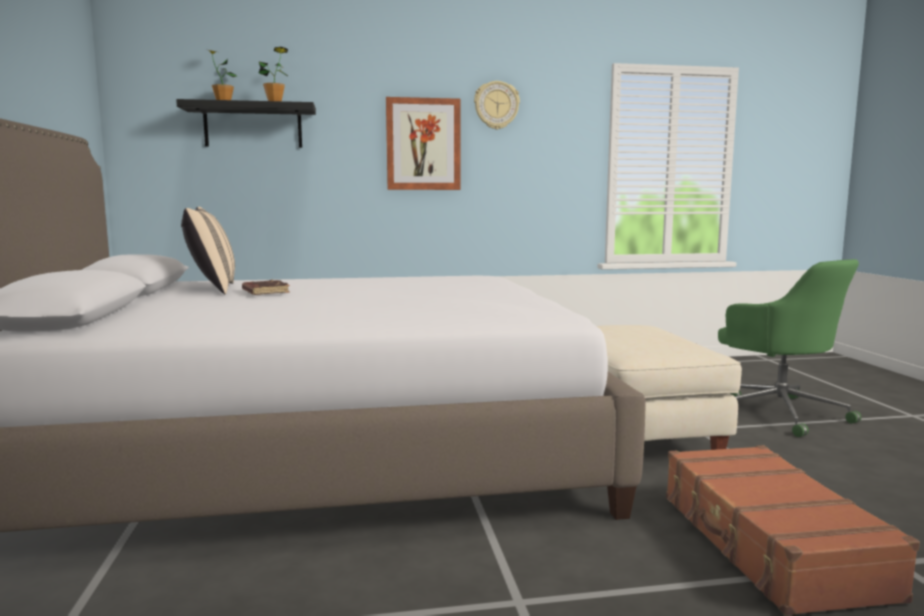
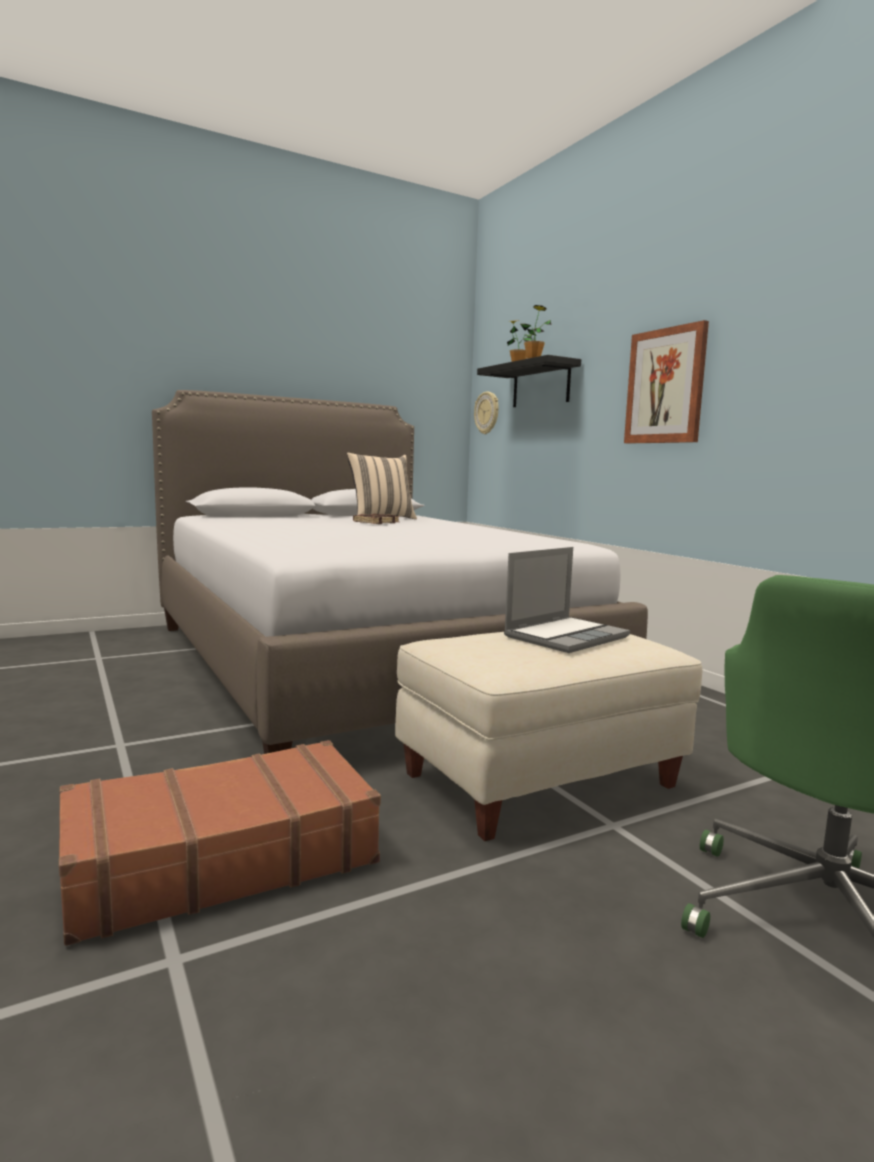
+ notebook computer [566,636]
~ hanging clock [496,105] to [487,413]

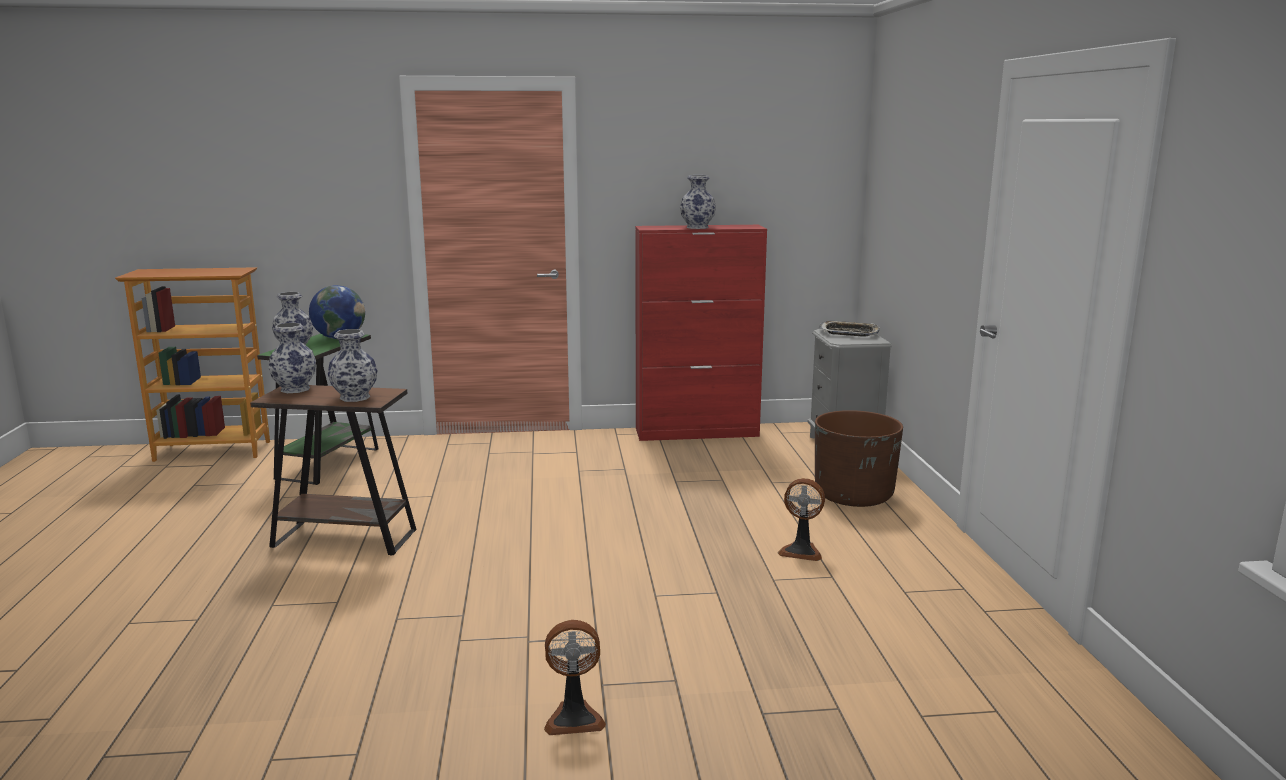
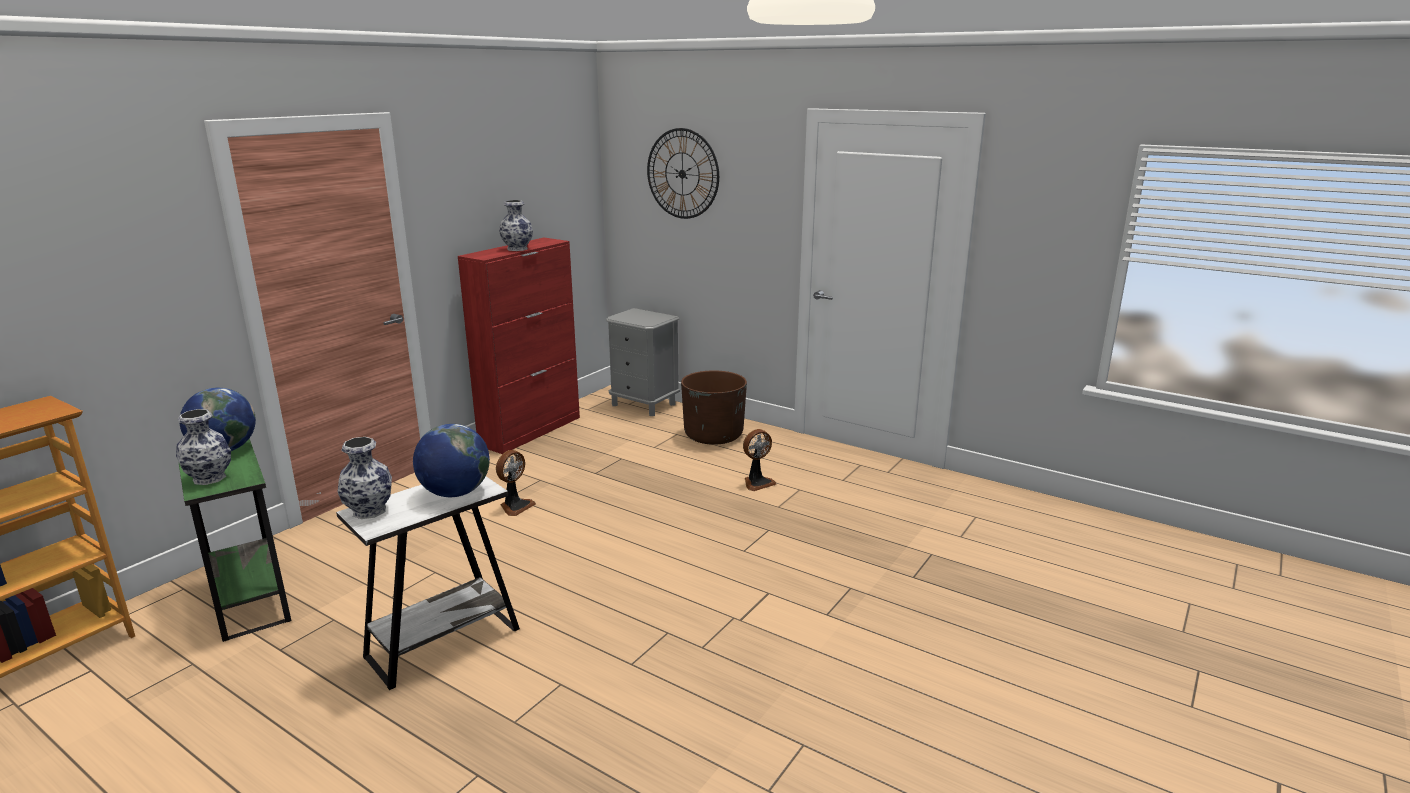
- tray [849,333]
+ hanging clock [682,174]
~ electric fan [574,718] to [515,506]
~ vase [354,397] to globe [455,493]
~ accent table (brown-coloured) [344,538] to accent table (white-coloured) [443,643]

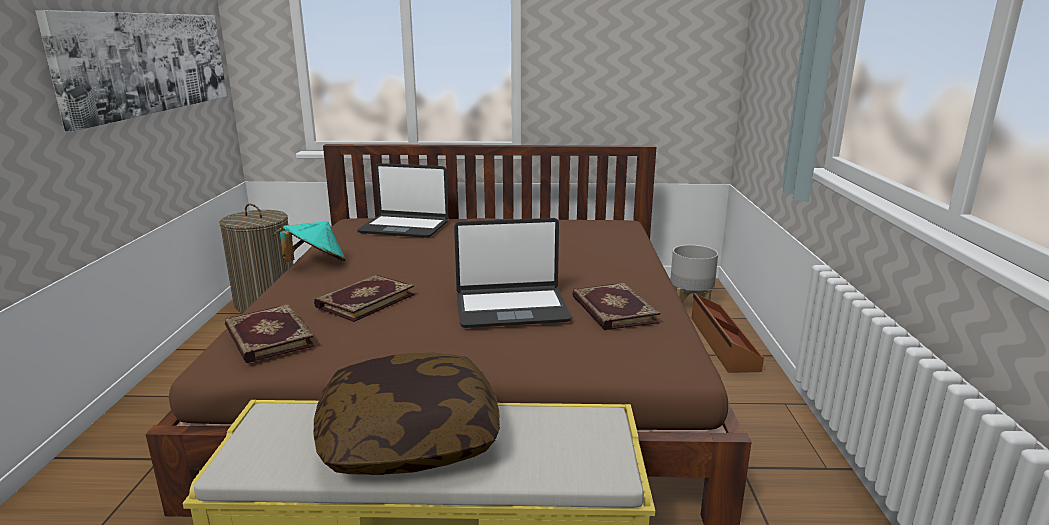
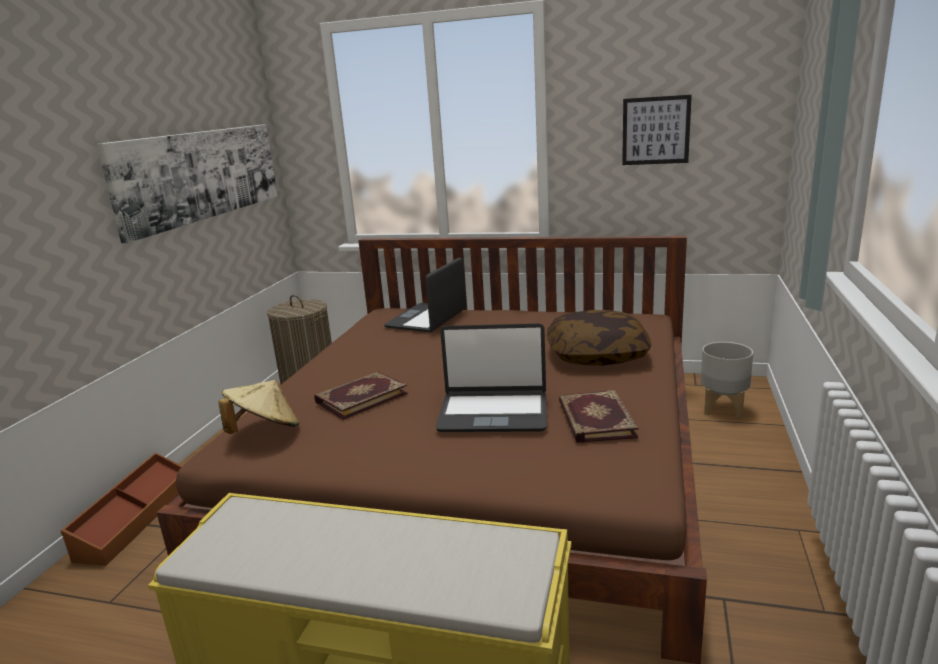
- hat (turquoise) [316,264]
+ wall art [655,130]
~ pillow [410,438] to [597,355]
~ storage box (brown-coloured) [722,343] to [135,518]
~ book [267,337] to hat (beige) [264,431]
~ notebook computer [404,227] = [427,319] 90 degrees clockwise

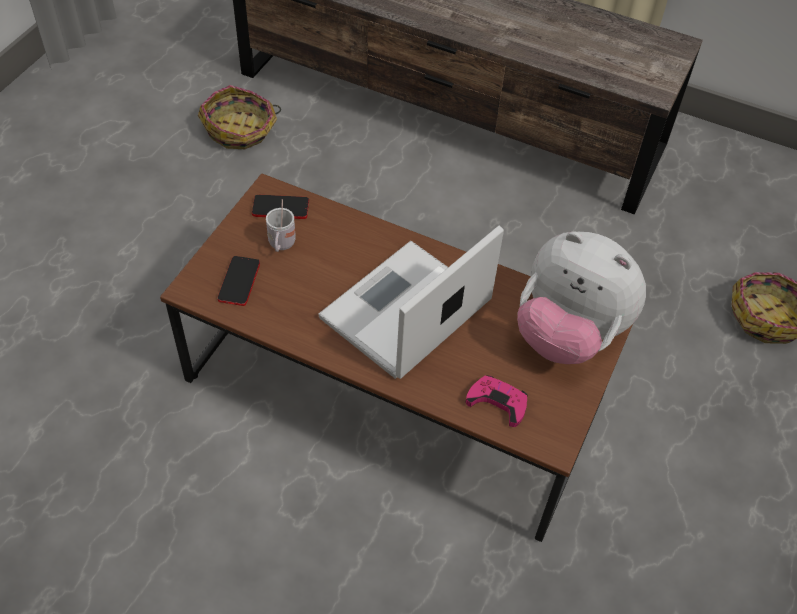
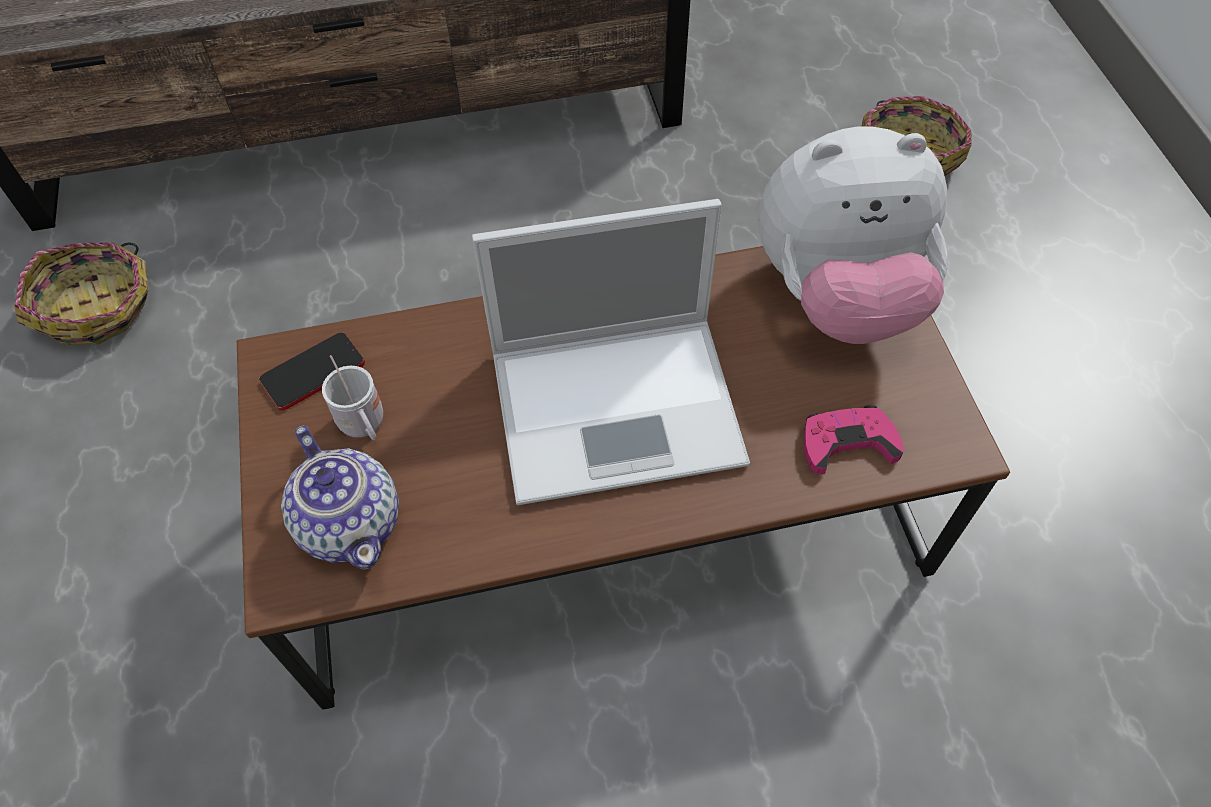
~ telephone [239,281] to pot for tea [351,522]
~ notebook computer [404,312] = [621,405] 105 degrees counterclockwise

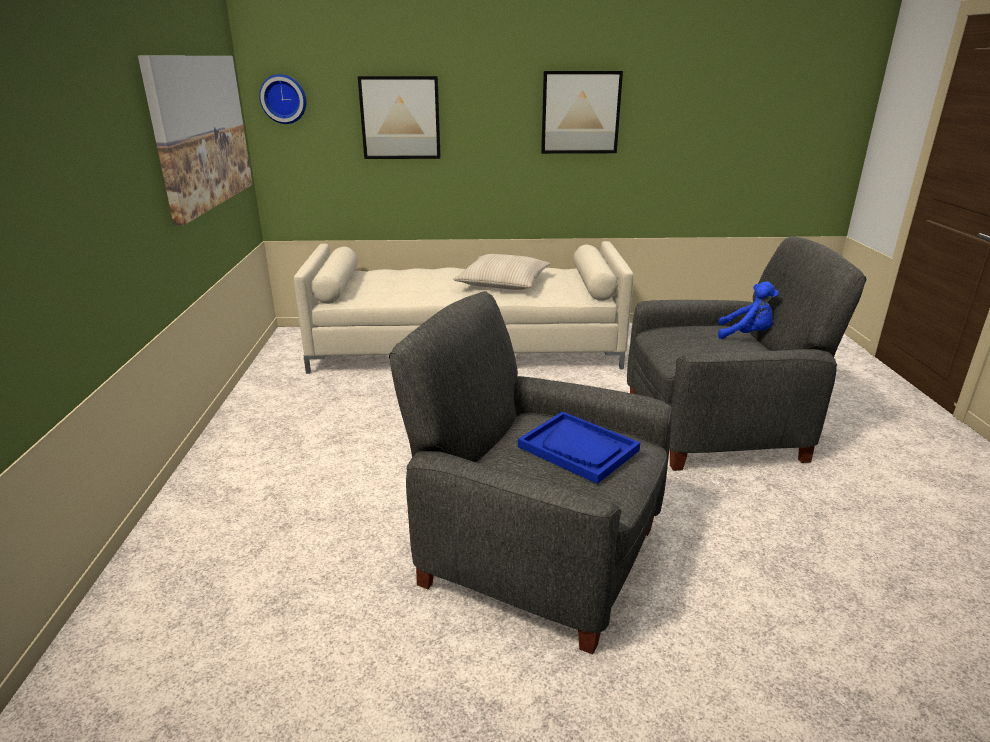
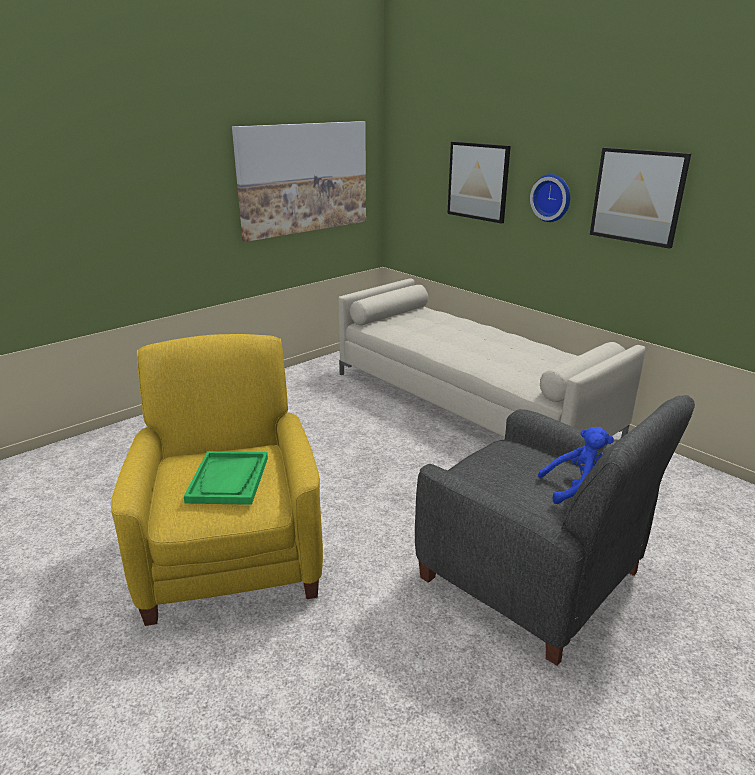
- pillow (beige) [503,283]
~ hanging clock [284,99] to [552,197]
~ armchair (greyish) [536,554] to armchair (yellow) [232,555]
~ tray (blue-coloured) [578,448] to tray (green) [228,480]
~ plush toy (blue-coloured) [746,335] = [576,488] 75 degrees counterclockwise

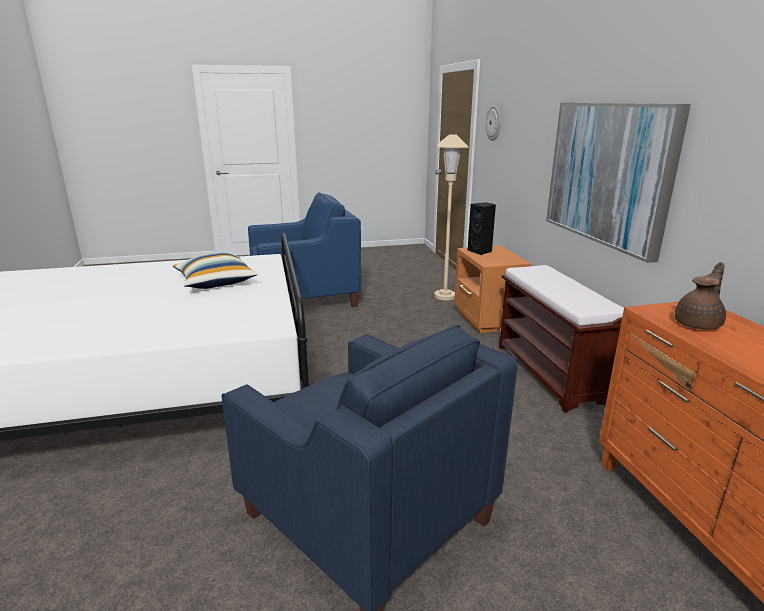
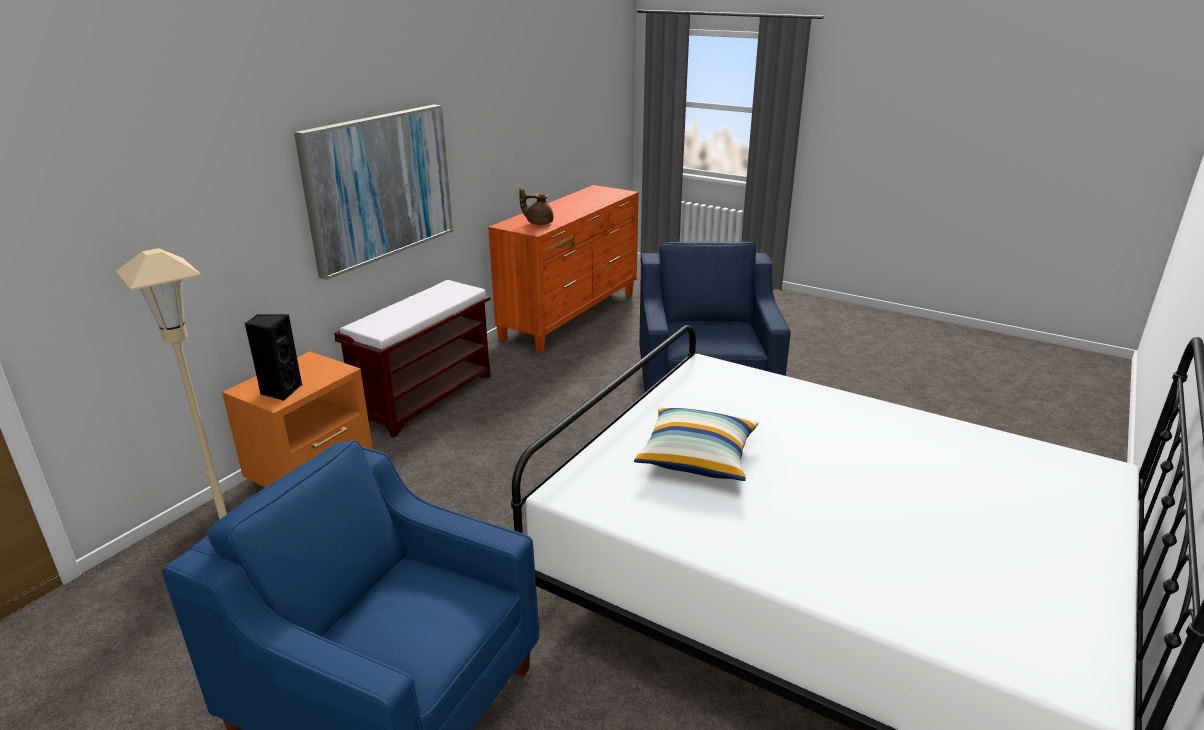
- hanging clock [494,122]

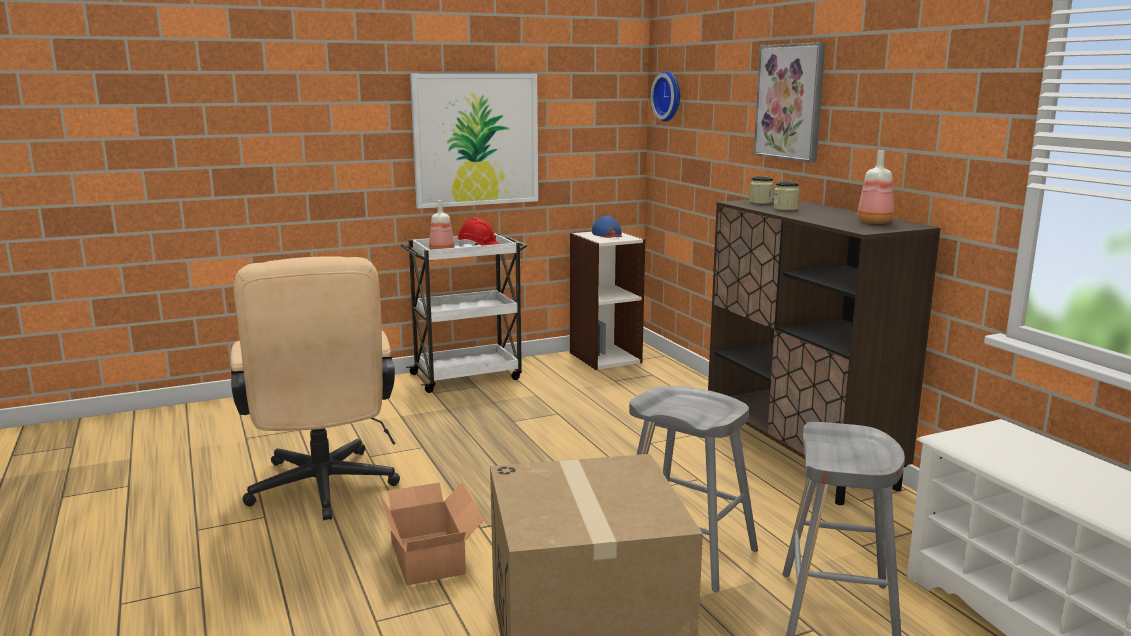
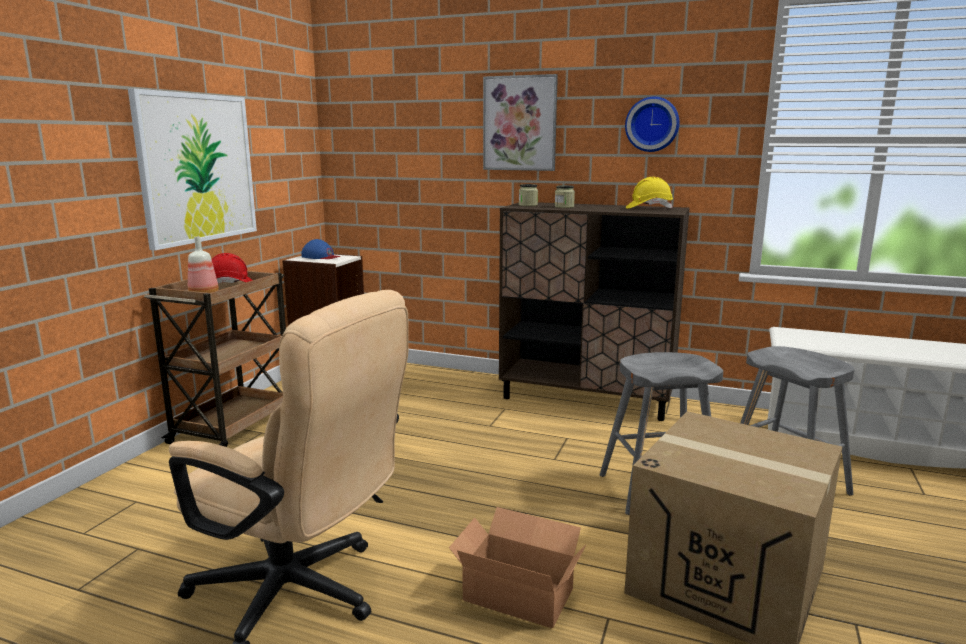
~ hanging clock [669,96] to [652,124]
~ beverage bottle [874,222] to hard hat (yellow) [648,208]
~ wheeled cart (white-coloured) [468,376] to wheeled cart (brown-coloured) [234,426]

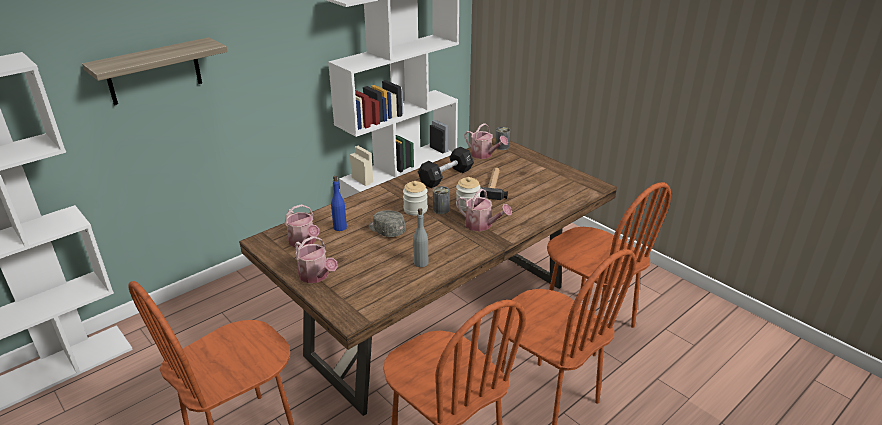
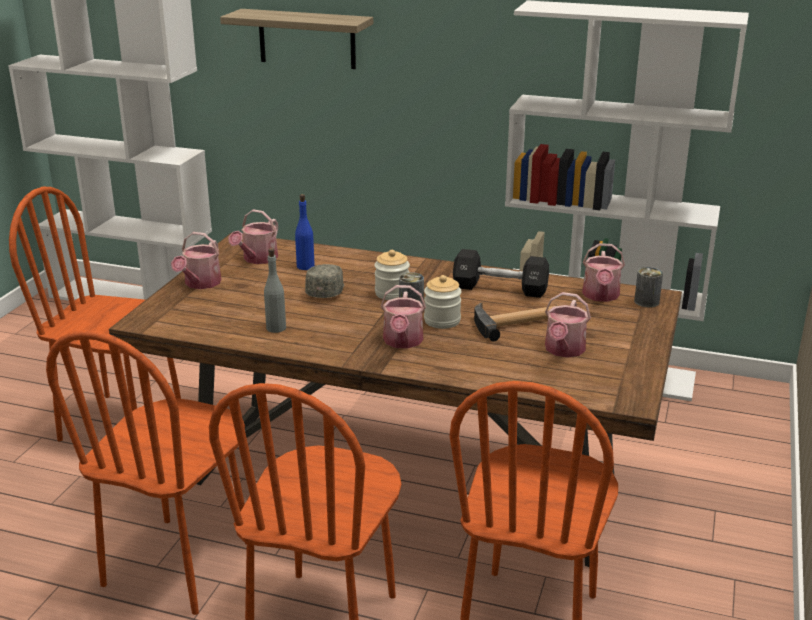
+ sprinkling can [563,350]

